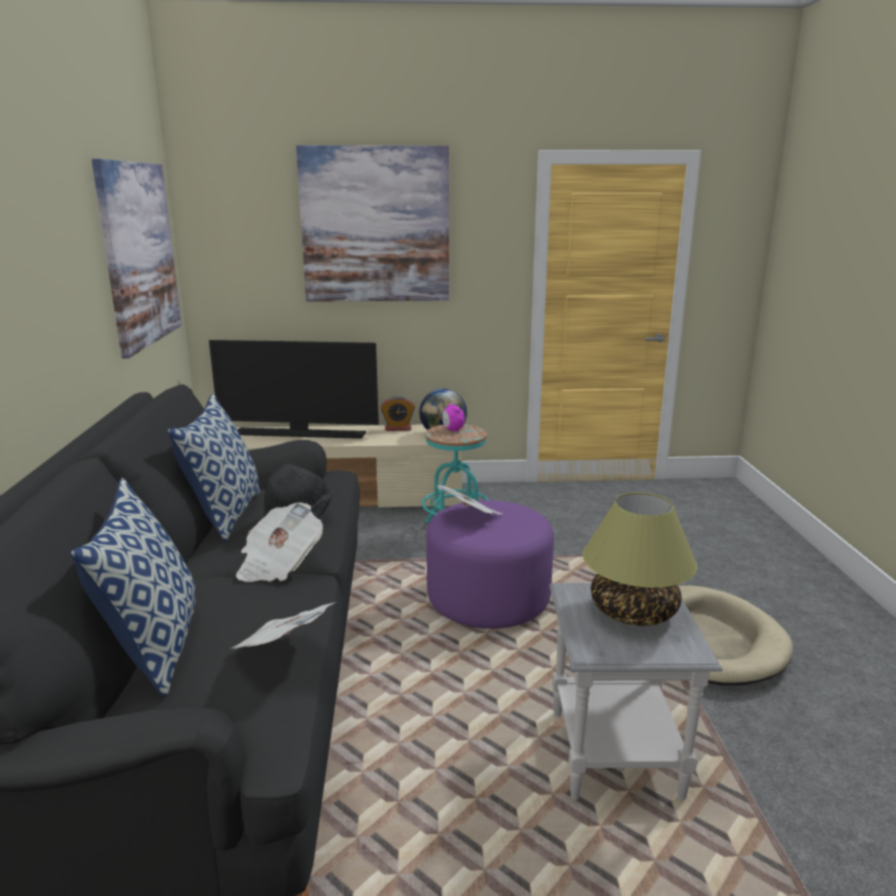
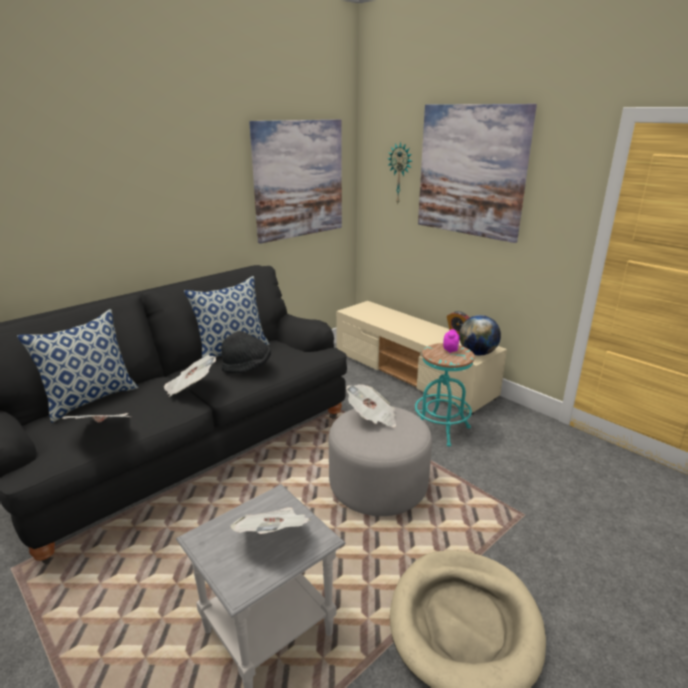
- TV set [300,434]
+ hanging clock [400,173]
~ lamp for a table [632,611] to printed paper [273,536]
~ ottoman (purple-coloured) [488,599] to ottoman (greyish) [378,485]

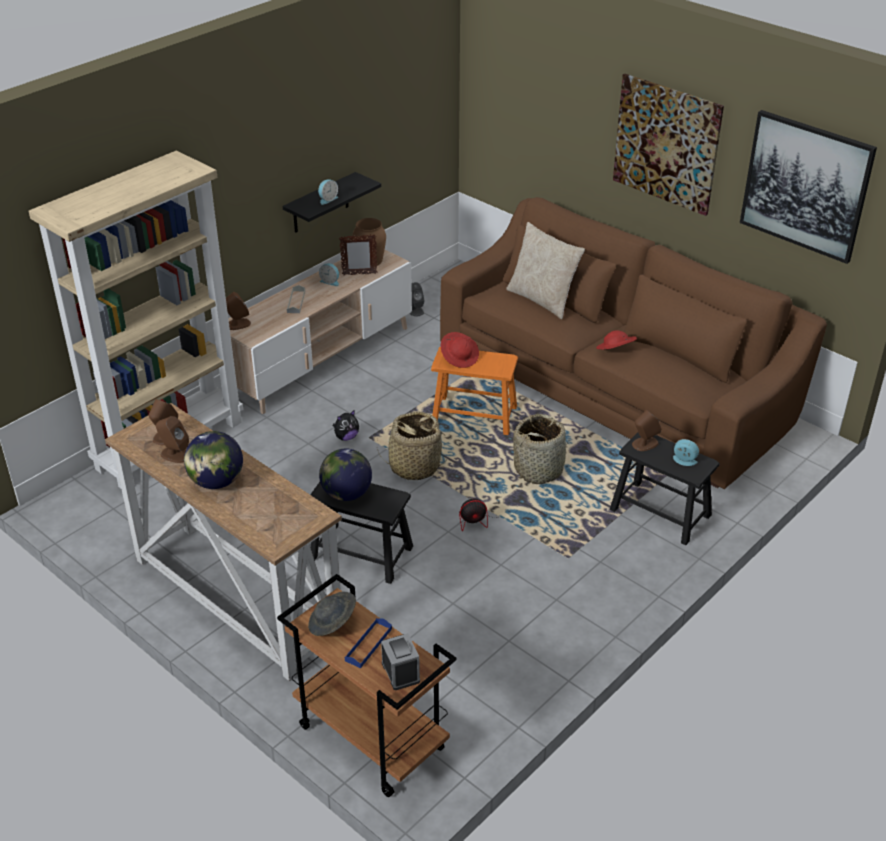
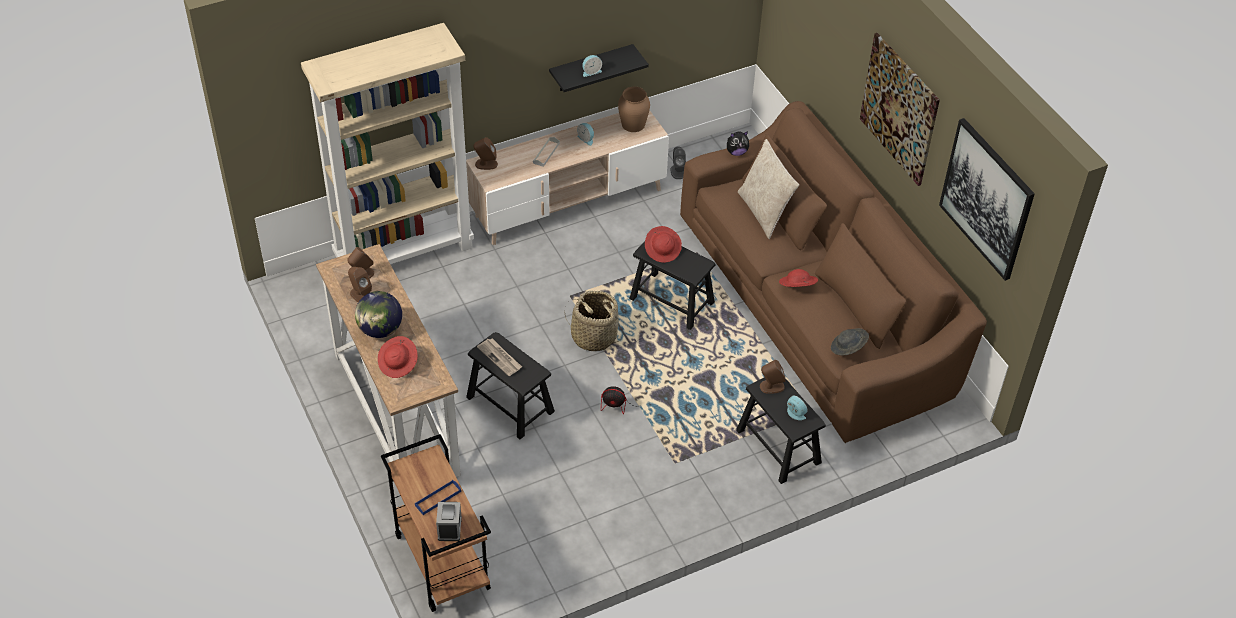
- standing frame [359,274]
- storage basket [539,469]
+ hat (red-coloured) [398,364]
~ hat (greyish) [332,623] to [848,348]
~ plush toy [346,437] to [736,152]
~ globe [347,494] to printed paper [500,358]
~ sitting stool (orangey) [474,415] to sitting stool (black-coloured) [671,300]

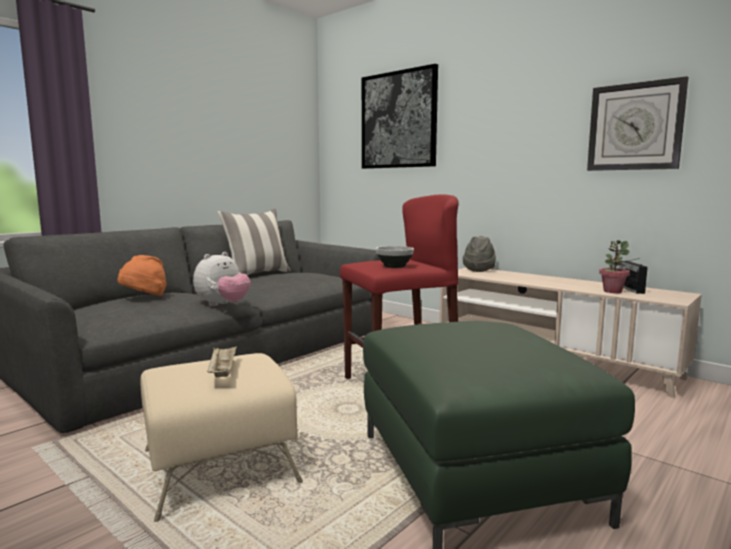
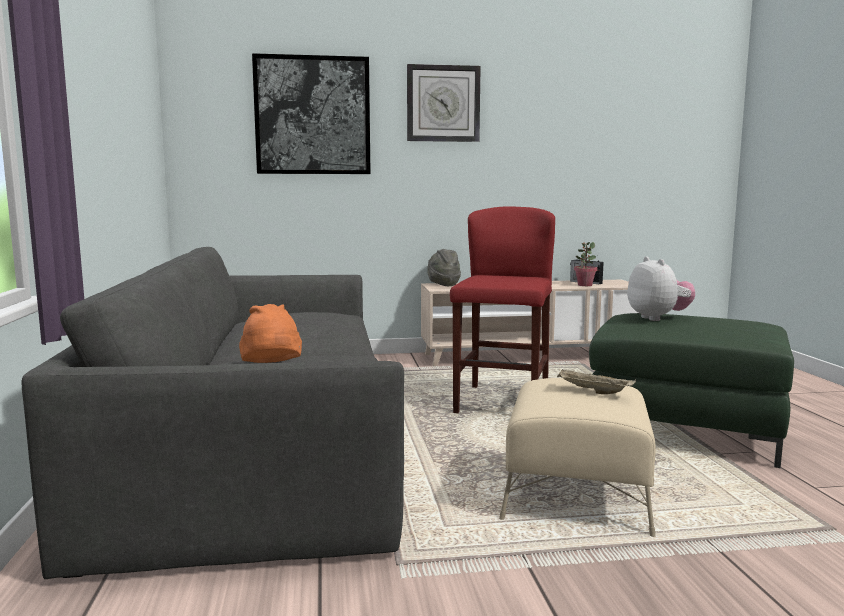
- pillow [257,275]
- serving bowl [395,266]
~ plush toy [223,305] to [658,318]
~ hanging clock [635,127] to [443,103]

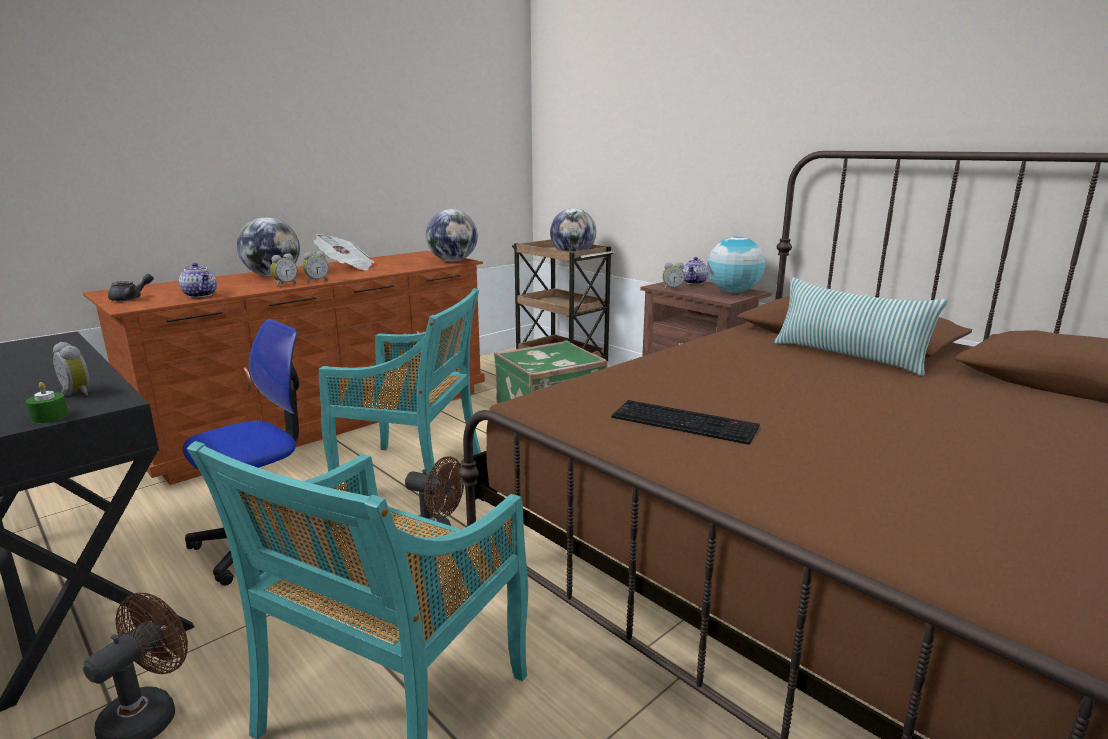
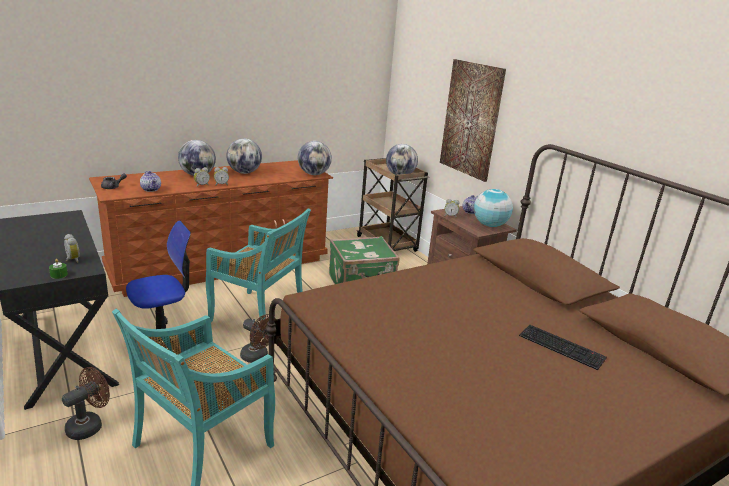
- pillow [848,356]
+ wall art [471,119]
~ keyboard [686,422] to [562,347]
~ printed paper [346,267] to globe [244,172]

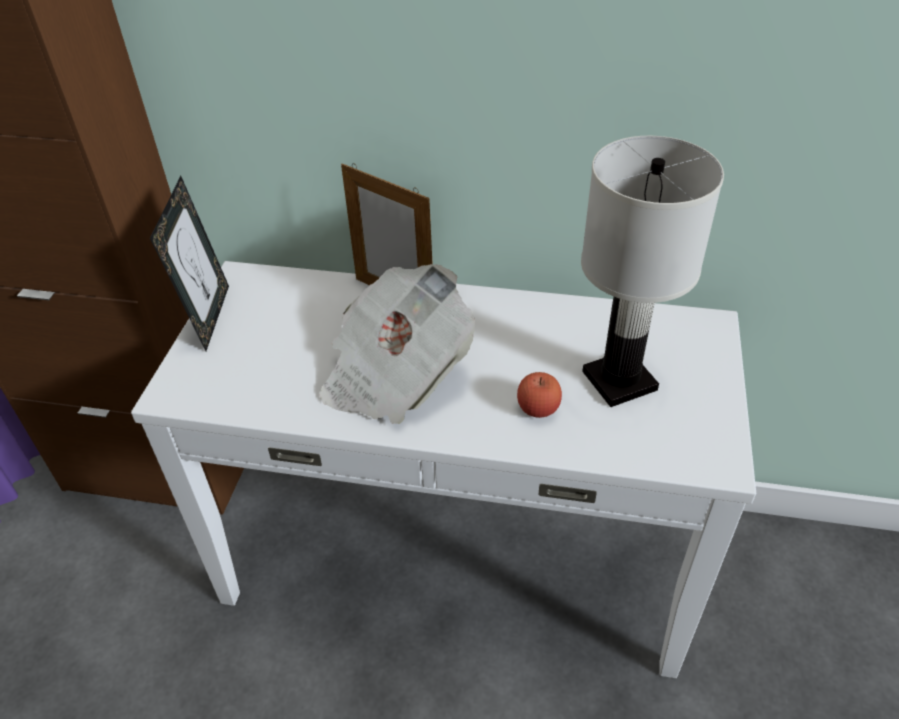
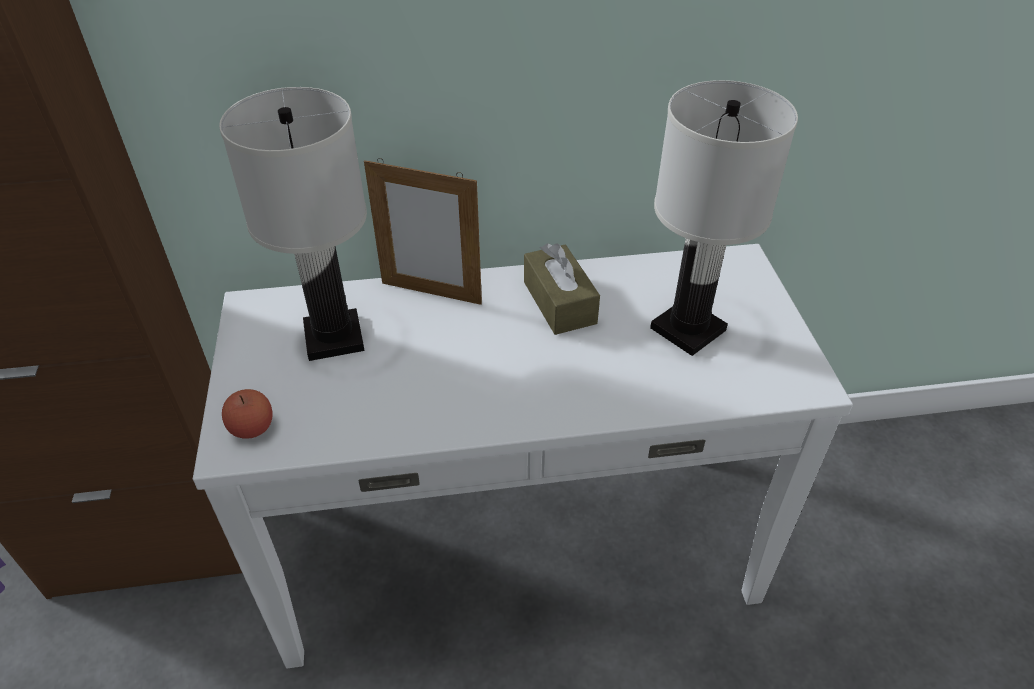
- standing frame [209,317]
- printed paper [395,373]
+ lamp for a table (white-coloured) [335,338]
+ tissue holder (brown-coloured) [559,302]
~ apple [538,408] to [252,428]

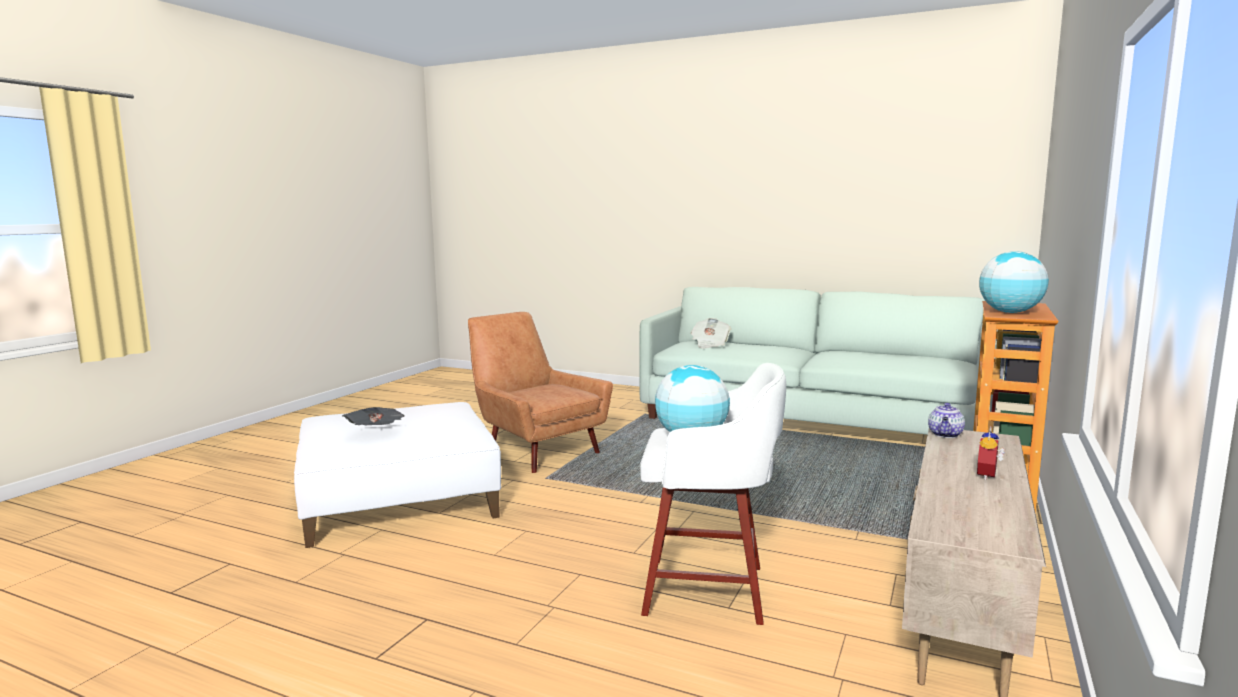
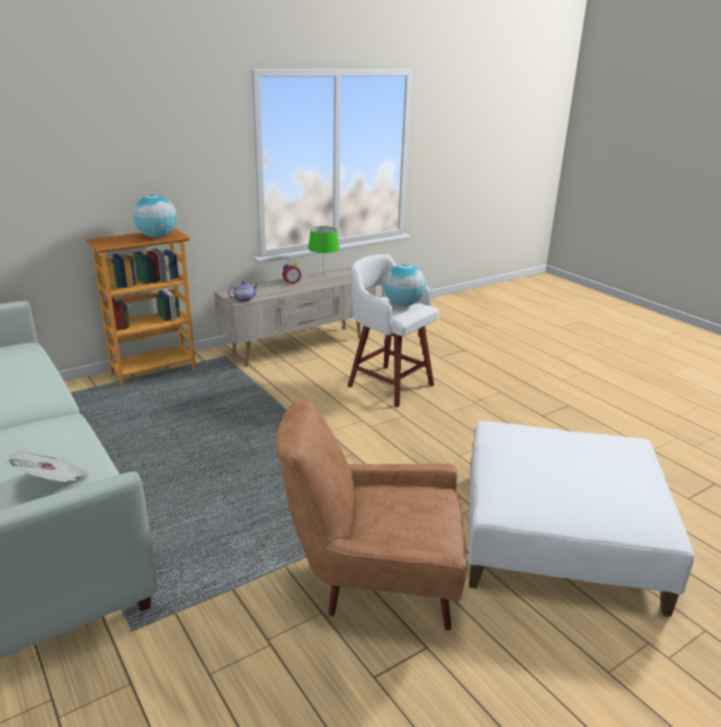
- printed paper [376,432]
+ lamp for a table (green) [323,275]
~ armchair (brown-coloured) [535,449] = [375,581] 105 degrees clockwise

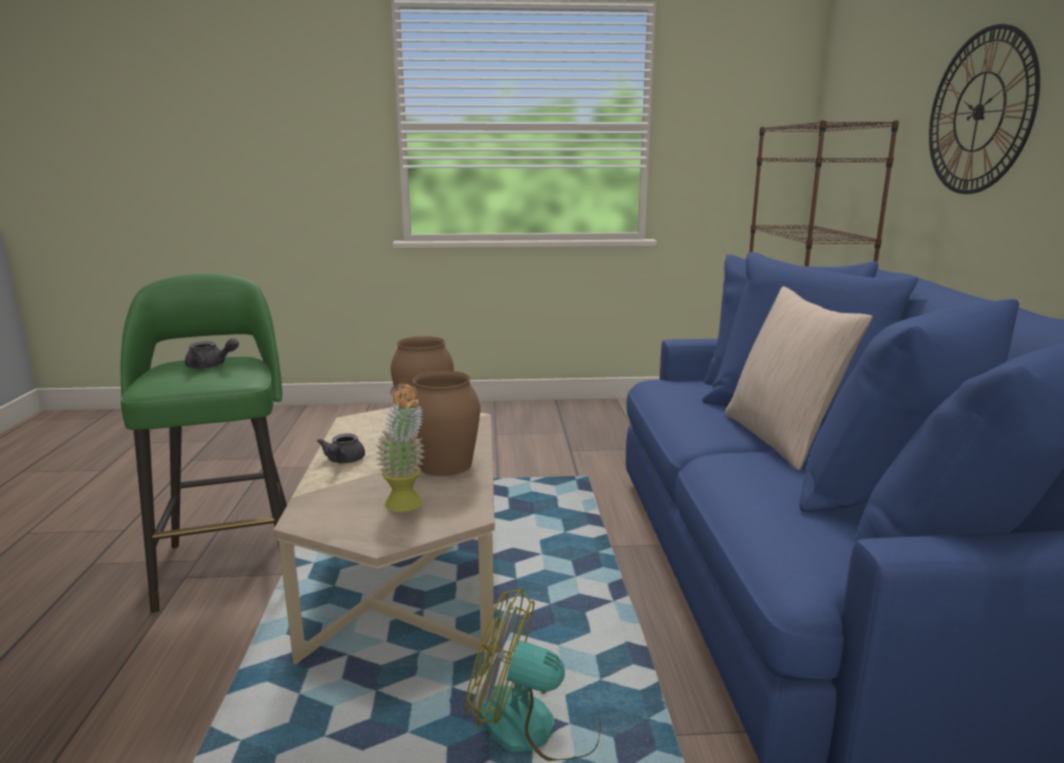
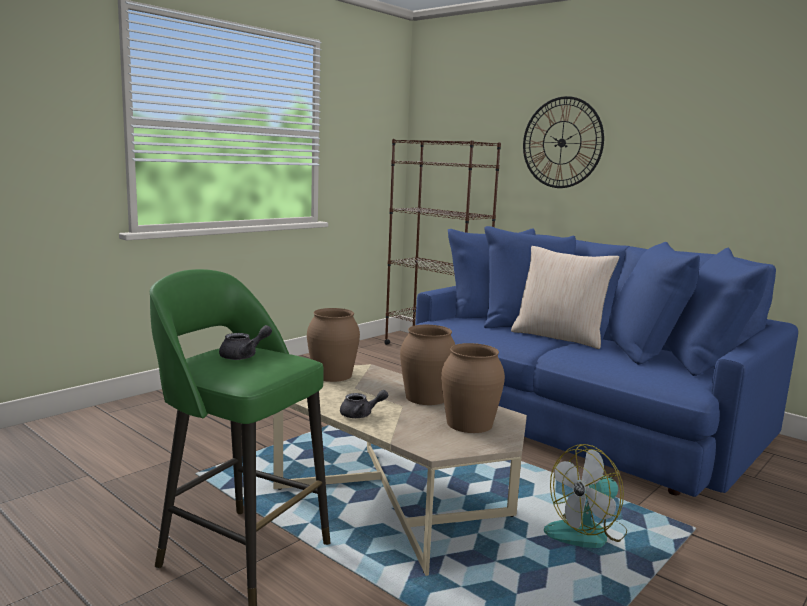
~ potted plant [407,507] to vase (brown-coloured) [470,424]
~ pot for tea (greyish) [343,461] = [361,414] 60 degrees counterclockwise

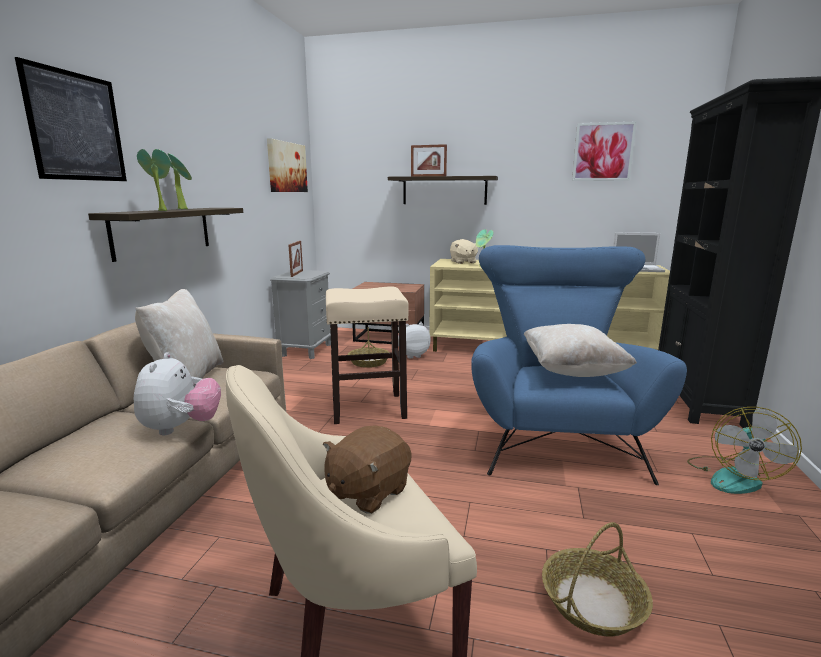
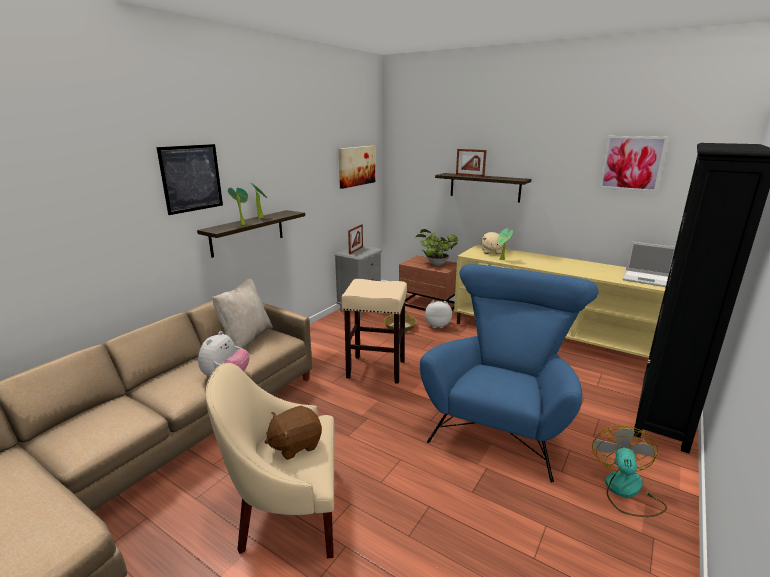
- pillow (beige) [572,371]
- storage basket [593,602]
+ potted plant [435,264]
~ electric fan [733,476] = [626,491] 150 degrees clockwise

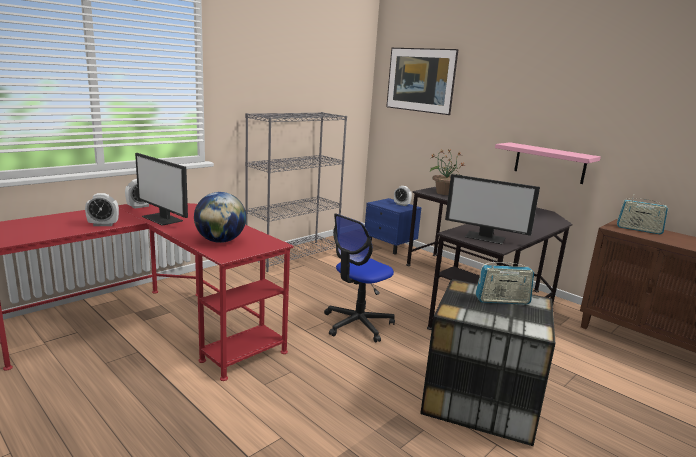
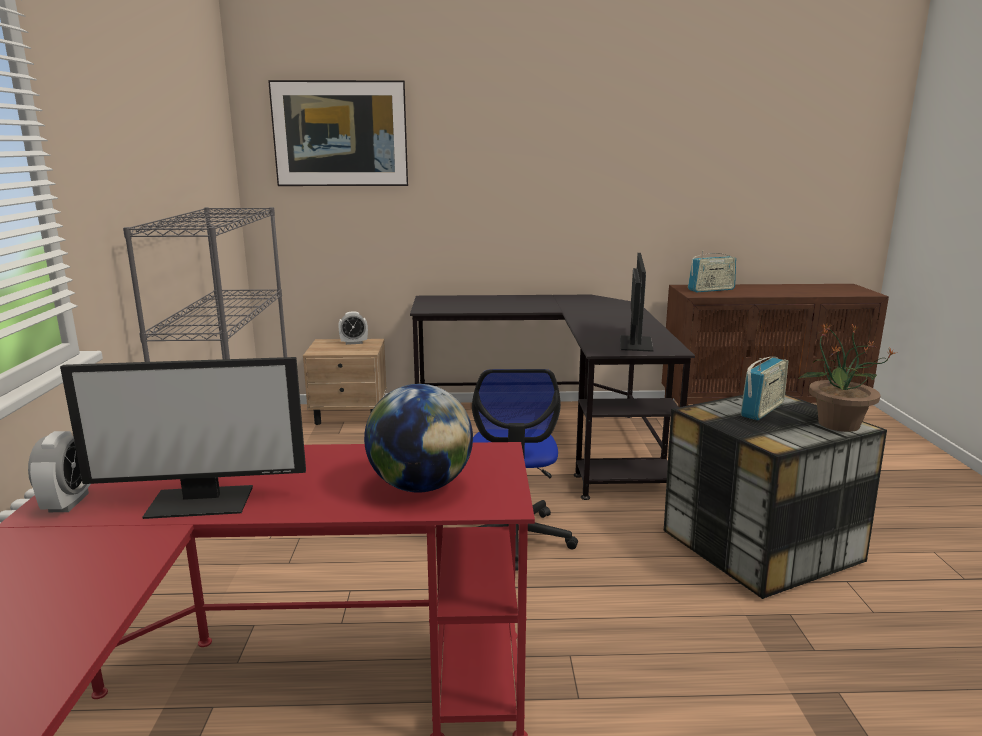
- table clock [103,224]
- wall shelf (pink-coloured) [549,163]
~ potted plant [444,193] to [837,424]
~ night table (blue-coloured) [390,246] to night table (beige) [350,415]
~ computer screen [485,237] = [634,343] 60 degrees counterclockwise

